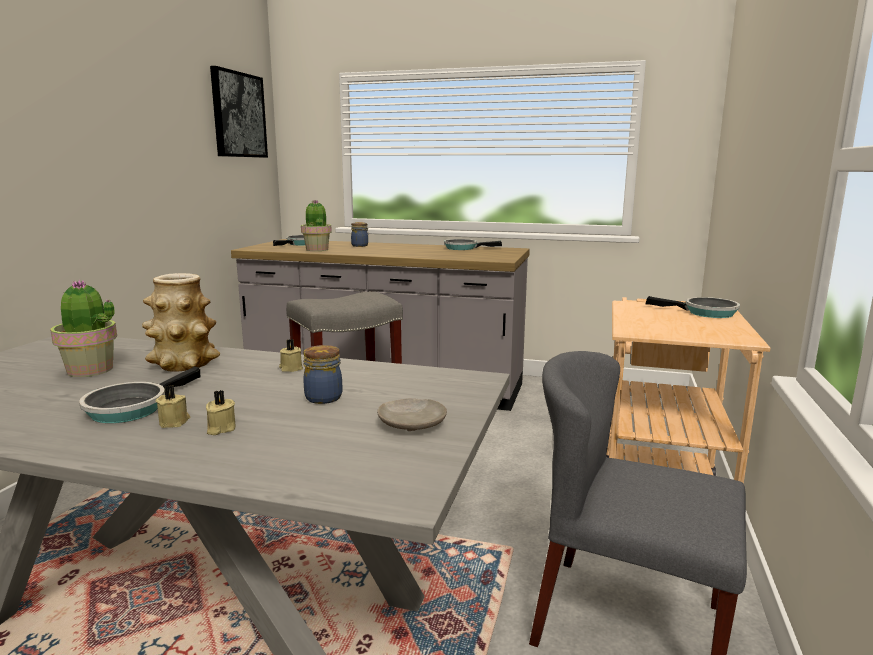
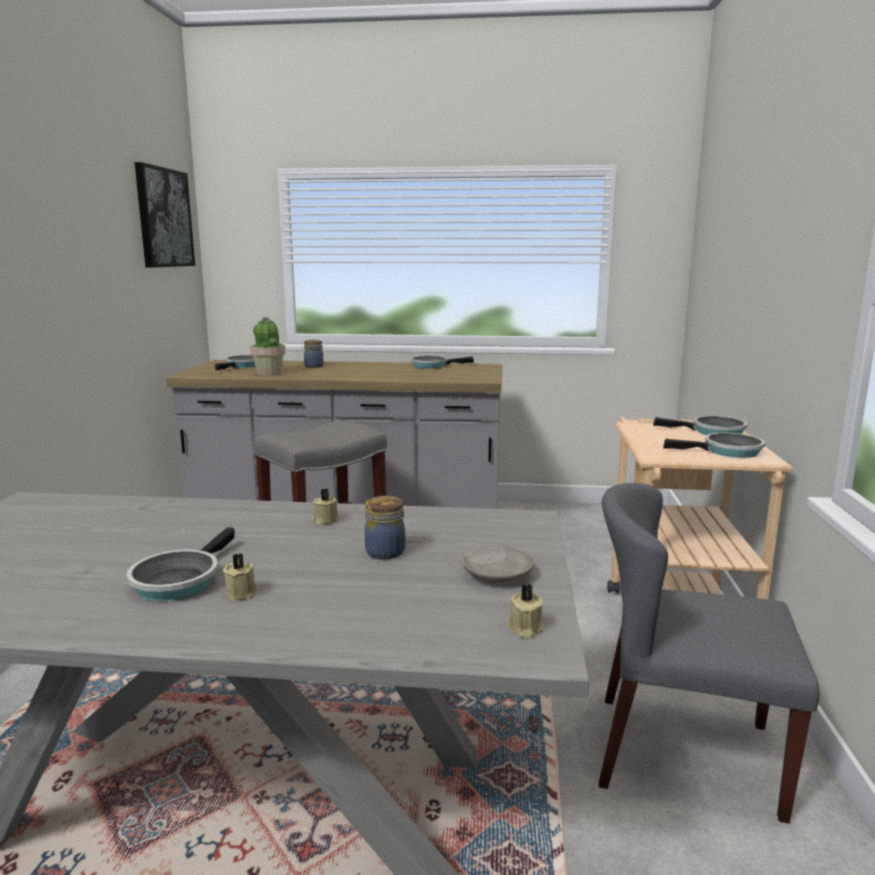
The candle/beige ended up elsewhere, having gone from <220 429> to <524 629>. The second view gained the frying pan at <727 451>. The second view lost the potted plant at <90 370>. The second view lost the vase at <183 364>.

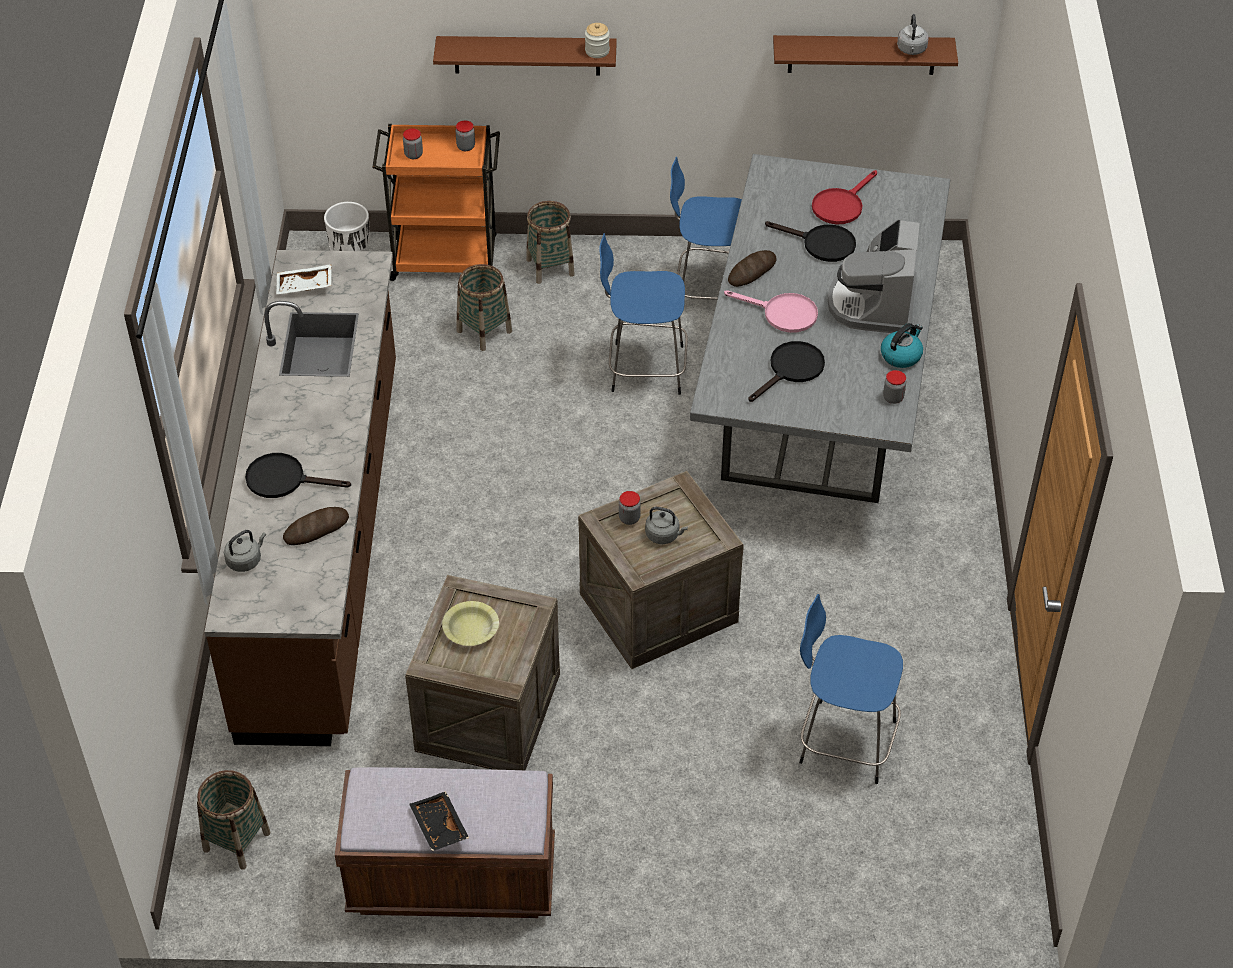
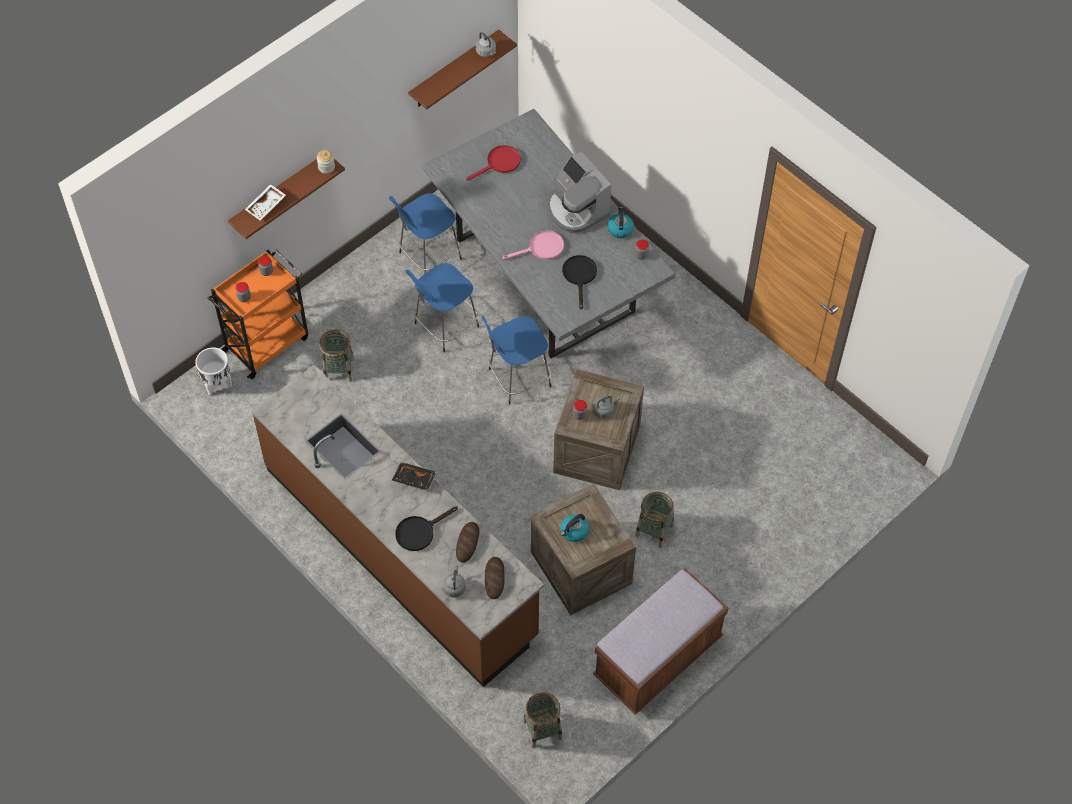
The tray/white ended up elsewhere, having gone from <304 286> to <266 206>. The tray/black ended up elsewhere, having gone from <438 827> to <414 479>. The frying pan/red at <841 205> ended up facing another way, 120 degrees counterclockwise from before. The stool/blue ended up elsewhere, having gone from <843 740> to <517 378>. The bread ended up elsewhere, having gone from <752 271> to <494 579>. Where the bowl/yellow stood at <471 630>, the kettle came to stand at <574 532>. The basket ended up elsewhere, having gone from <550 267> to <654 530>. The second view lost the frying pan/black at <821 244>.

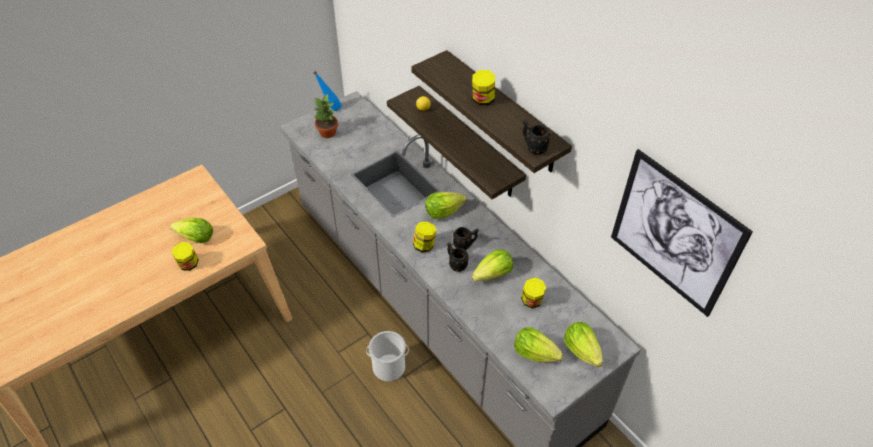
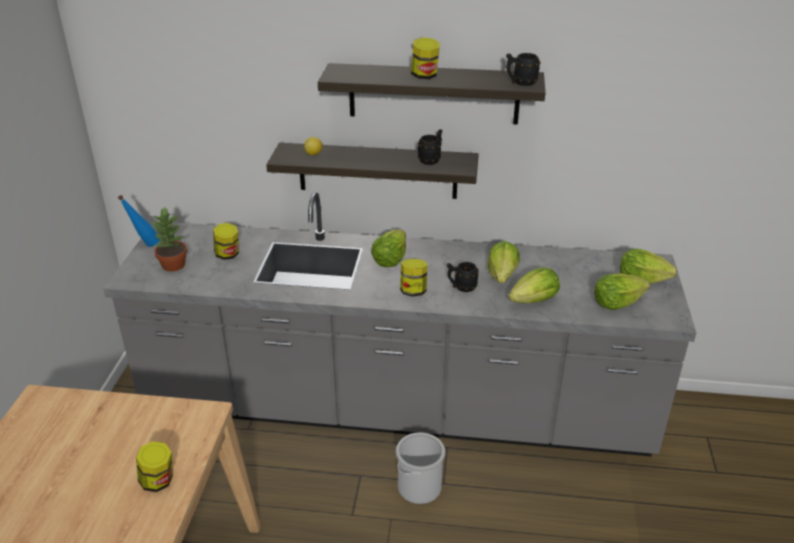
The jar ended up elsewhere, having gone from <531 301> to <228 255>. The mug/black ended up elsewhere, having gone from <465 245> to <431 160>. The lettuce ended up elsewhere, having gone from <196 238> to <534 301>. The second view lost the picture at <674 234>.

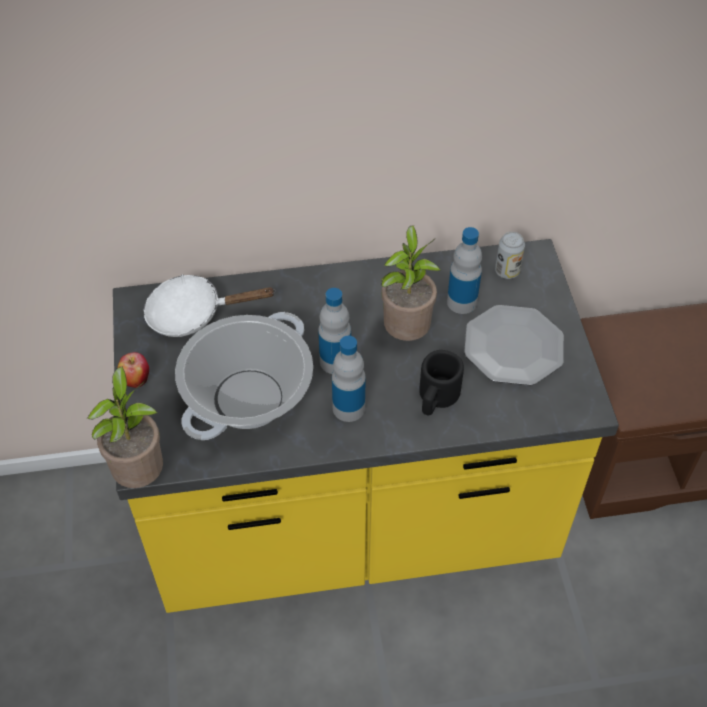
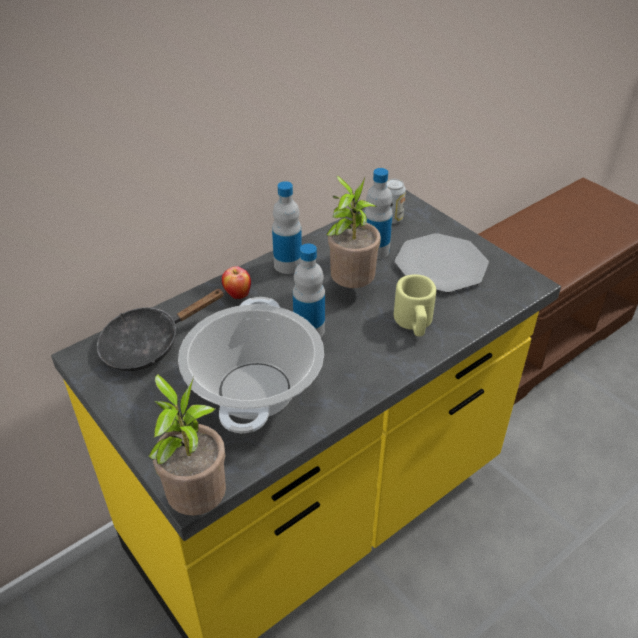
What was the frying pan/white at <193 313> turned into the frying pan/black at <149 344>. The apple ended up elsewhere, having gone from <136 380> to <237 295>. The bottle ended up elsewhere, having gone from <348 408> to <288 265>. What was the mug/black at <436 397> turned into the mug/beige at <414 322>.

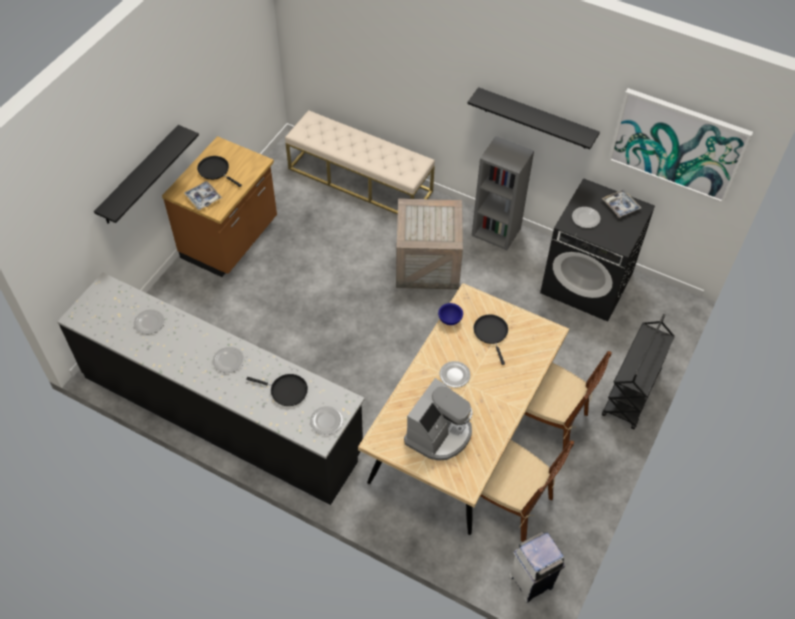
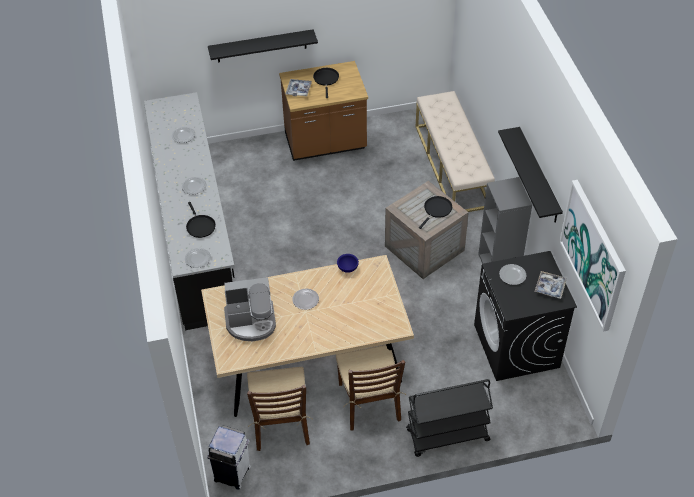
The frying pan/black ended up elsewhere, having gone from <491 333> to <436 210>.

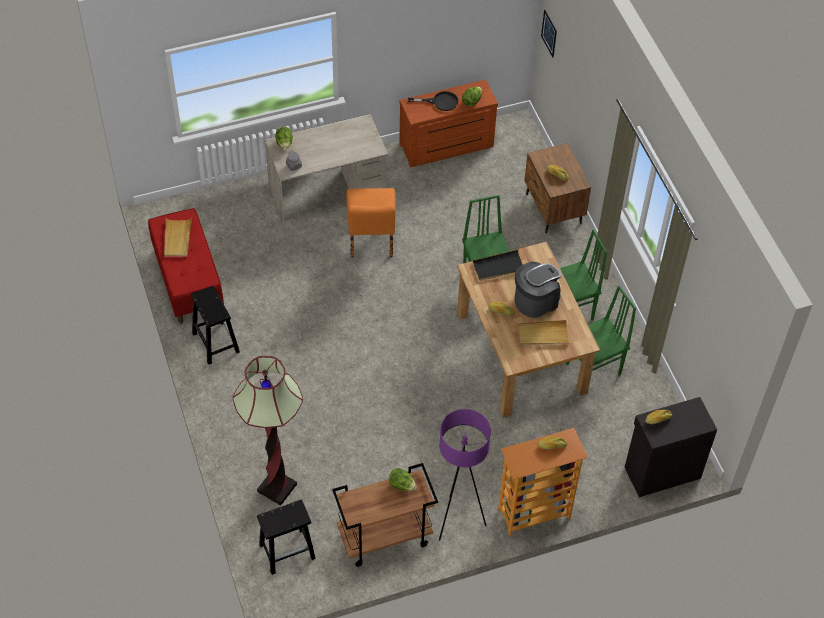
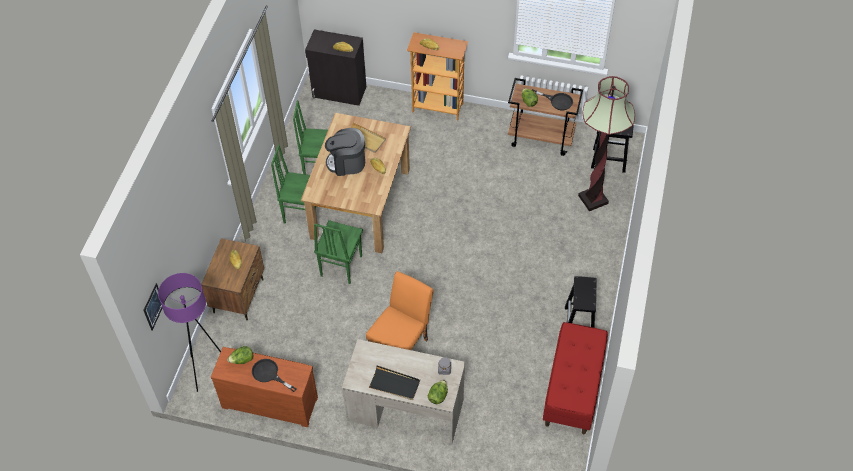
The floor lamp/purple ended up elsewhere, having gone from <457 521> to <207 371>. The tray/black ended up elsewhere, having gone from <498 267> to <394 384>. The second view gained the frying pan/black at <557 101>. The second view lost the tray/beige at <177 239>.

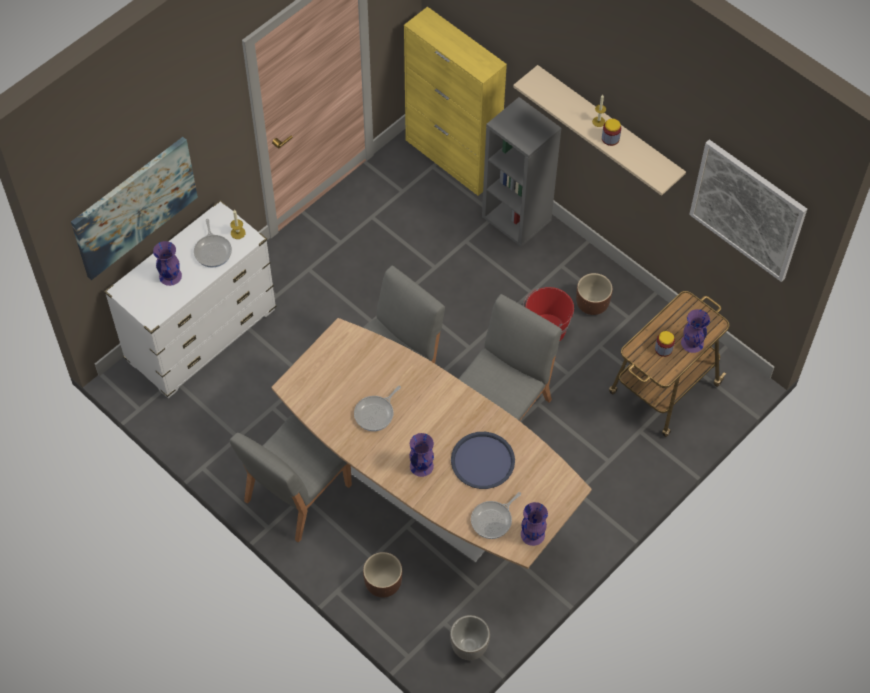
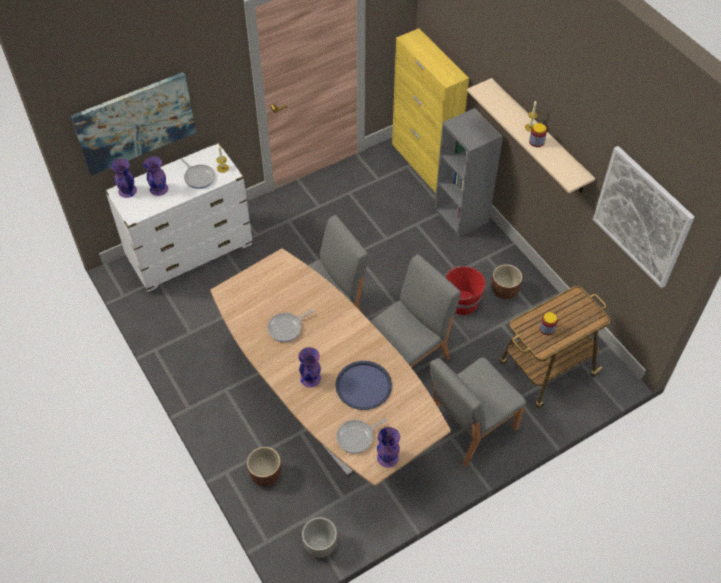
The vase/purple ended up elsewhere, having gone from <692 343> to <127 191>. The frying pan at <213 251> ended up facing another way, 45 degrees counterclockwise from before. The chair/grey ended up elsewhere, having gone from <296 493> to <470 425>.

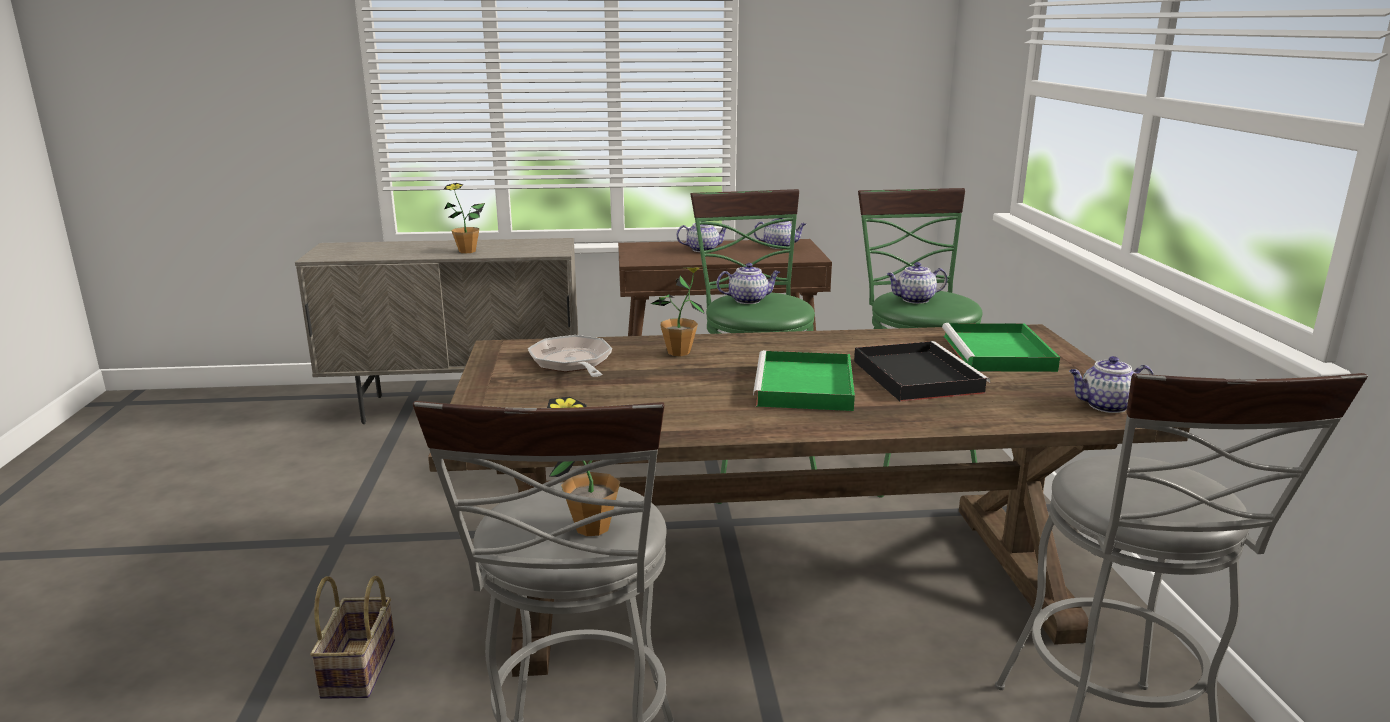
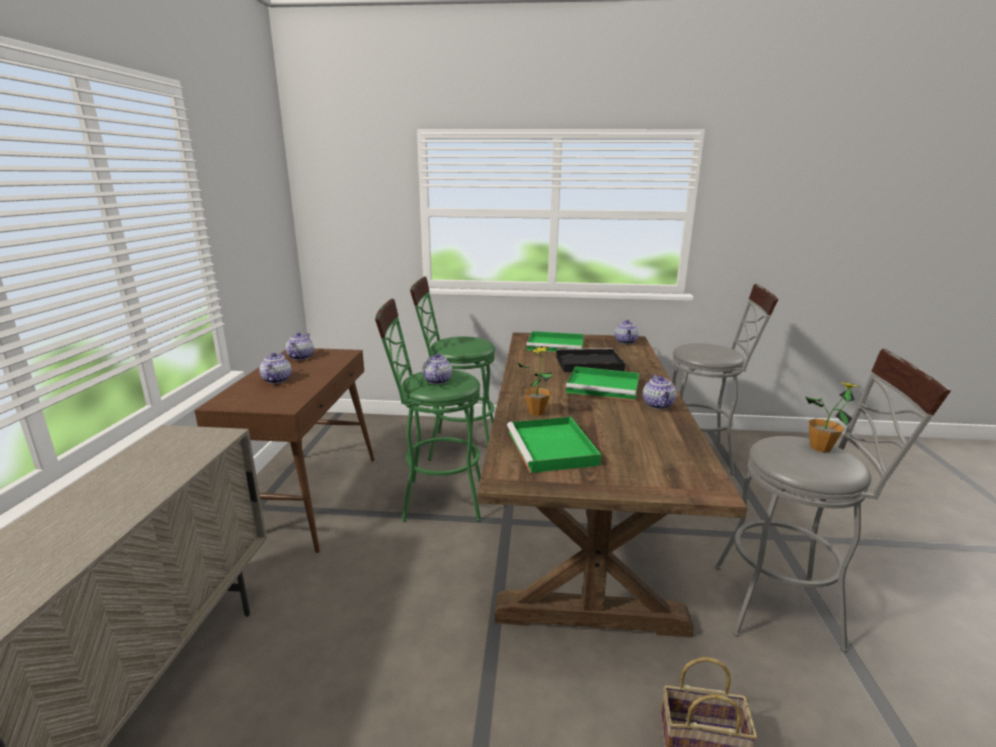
Where the frying pan stood at <572 363>, the tray/green came to stand at <553 448>. The teapot ended up elsewhere, having gone from <914 300> to <658 405>. The second view lost the potted plant at <467 251>.

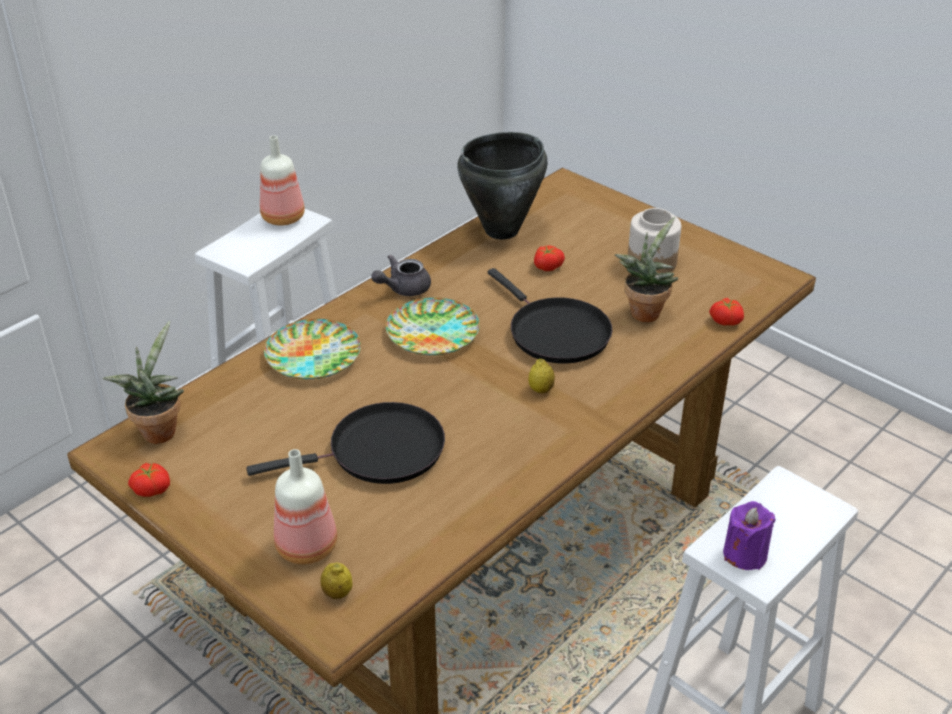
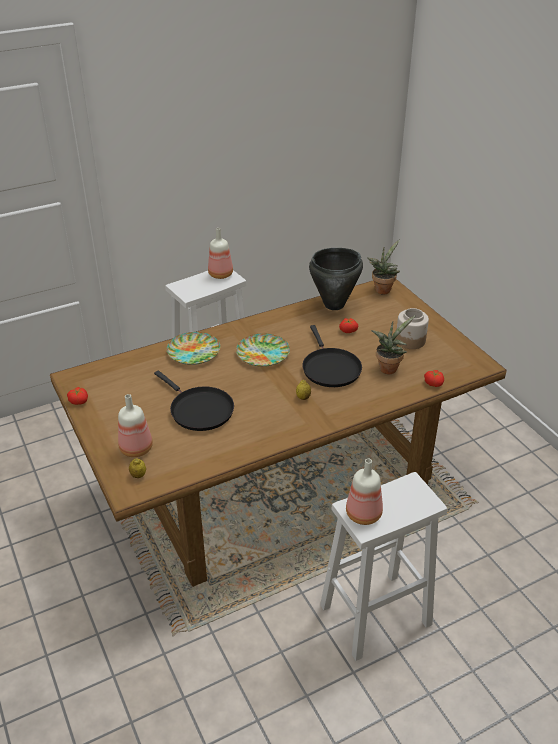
The frying pan/black at <379 452> ended up facing another way, 45 degrees clockwise from before. Where the candle/purple stood at <745 554>, the bottle came to stand at <364 514>. The potted plant ended up elsewhere, having gone from <158 429> to <382 289>. The second view lost the teapot/grey at <403 288>.

